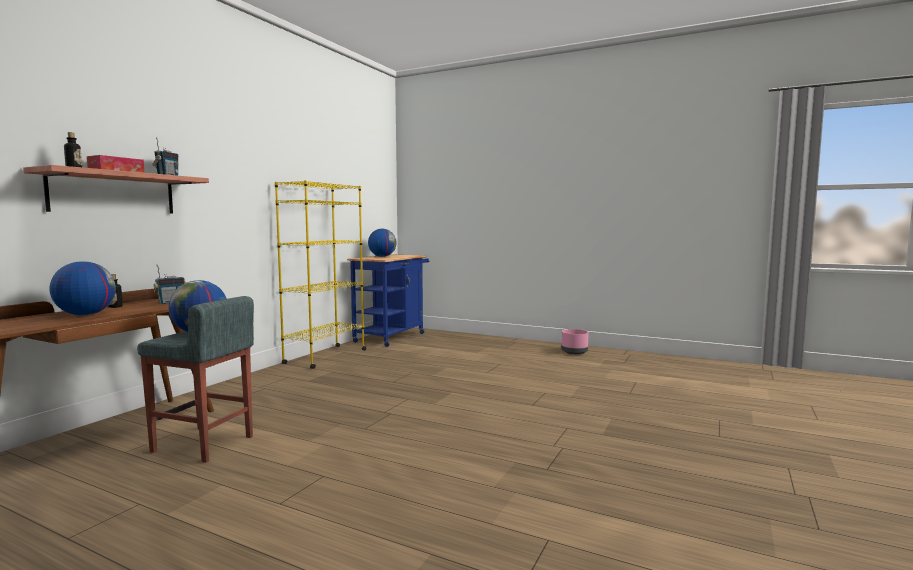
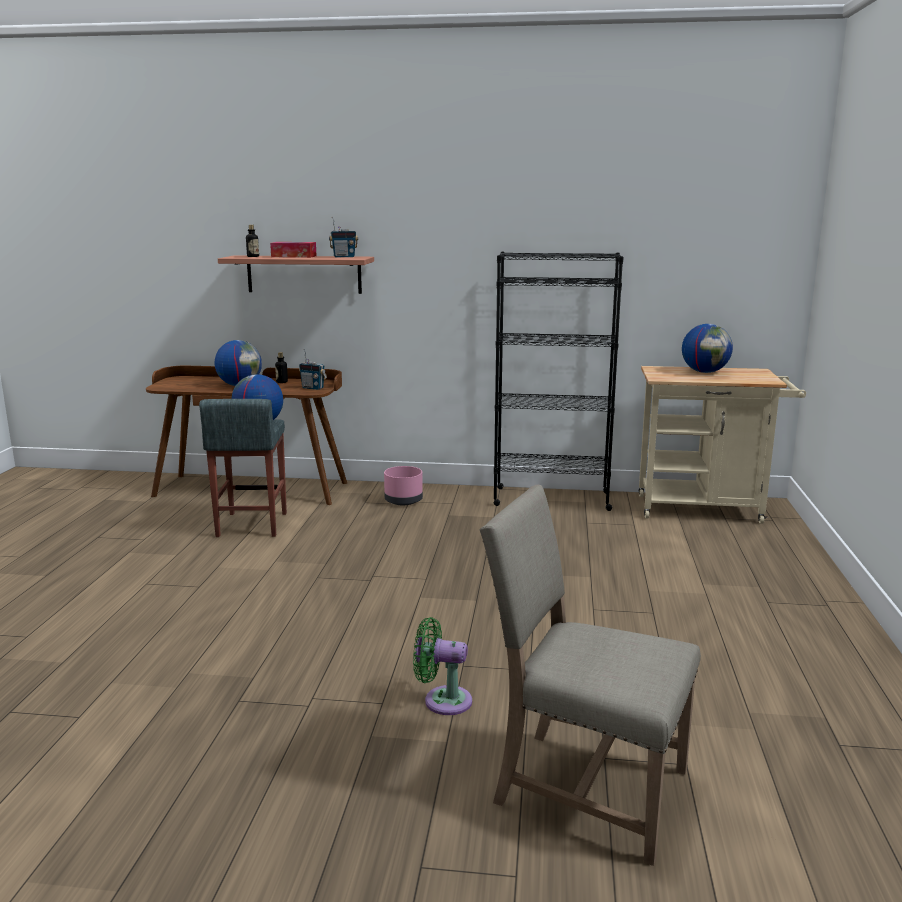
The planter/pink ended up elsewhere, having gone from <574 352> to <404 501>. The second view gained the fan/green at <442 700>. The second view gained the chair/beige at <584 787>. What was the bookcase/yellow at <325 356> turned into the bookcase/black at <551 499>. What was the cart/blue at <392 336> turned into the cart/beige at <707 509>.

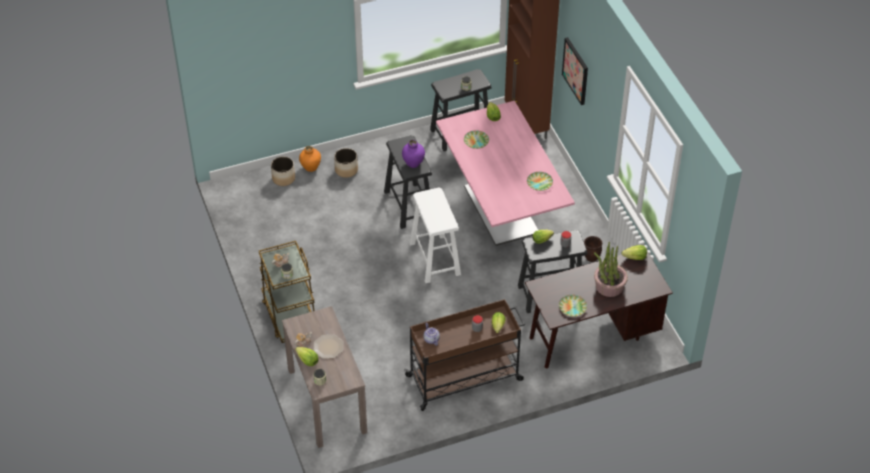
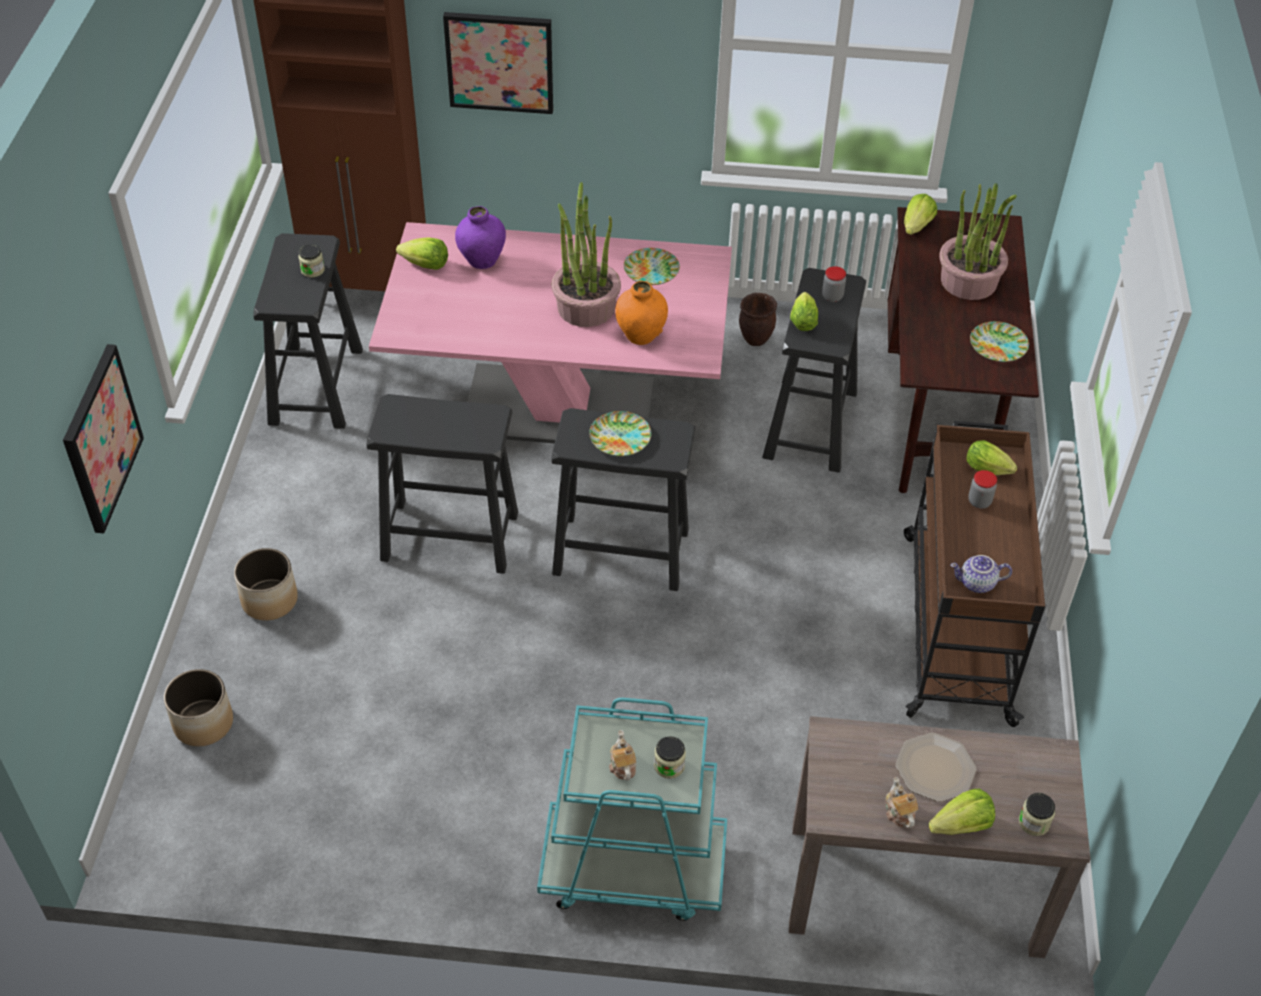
The second view gained the picture at <101 438>. The vase/purple ended up elsewhere, having gone from <413 163> to <482 261>. What was the cart/brown at <290 316> turned into the cart/turquoise at <632 868>. What was the stool/white at <435 258> turned into the stool/black at <620 551>. The second view gained the potted plant at <586 307>. The plate ended up elsewhere, having gone from <476 141> to <620 437>. The vase/orange ended up elsewhere, having gone from <310 167> to <640 336>.

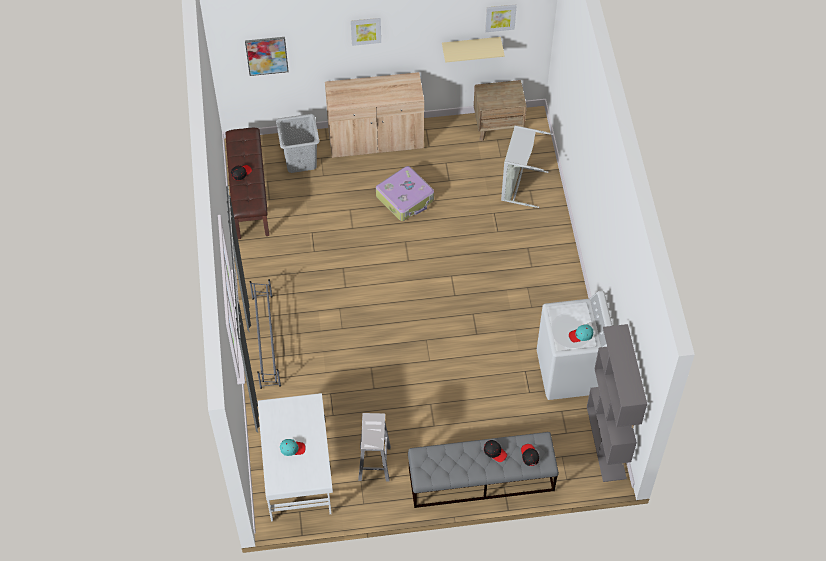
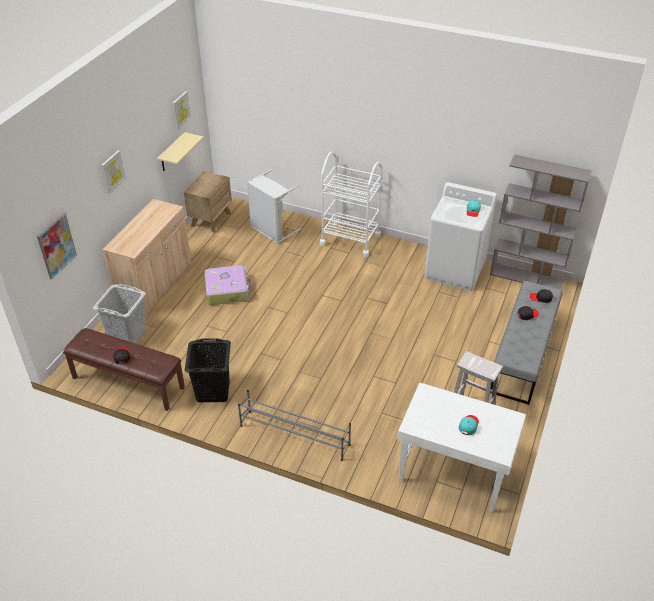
The second view gained the laundry basket/black at <213 390>. The second view gained the cart/white at <350 240>.

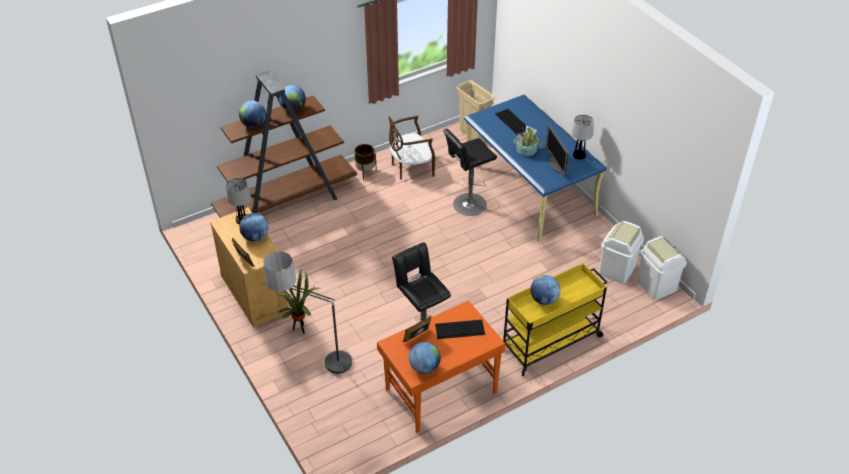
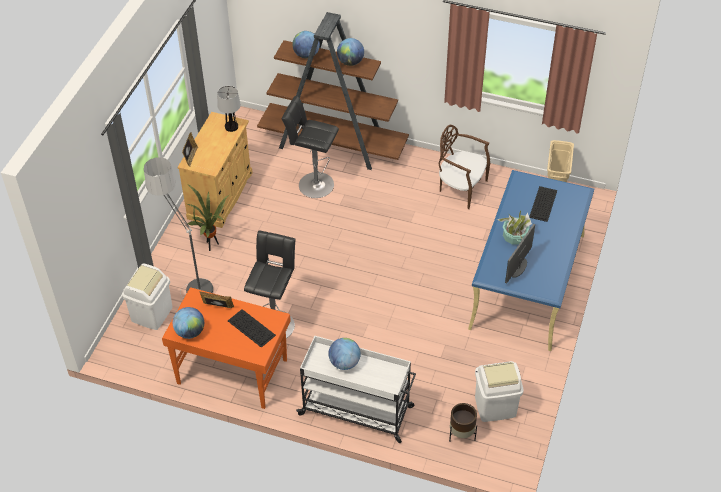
The trash can/white ended up elsewhere, having gone from <656 285> to <151 314>. The stool/black ended up elsewhere, having gone from <467 205> to <313 184>. What was the cart/yellow at <551 341> turned into the cart/white at <357 411>. The planter/brown ended up elsewhere, having gone from <365 173> to <461 434>. The second view lost the globe at <255 237>. The second view lost the table lamp at <578 155>.

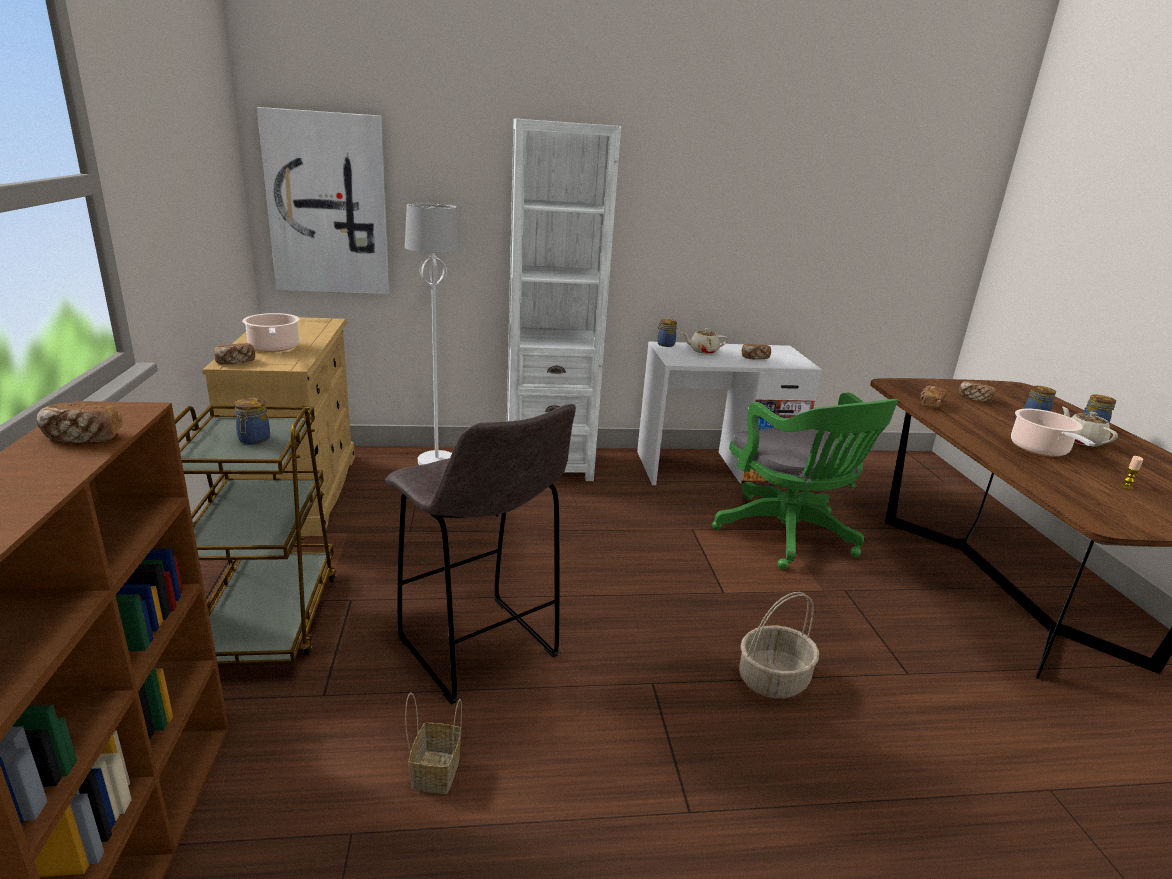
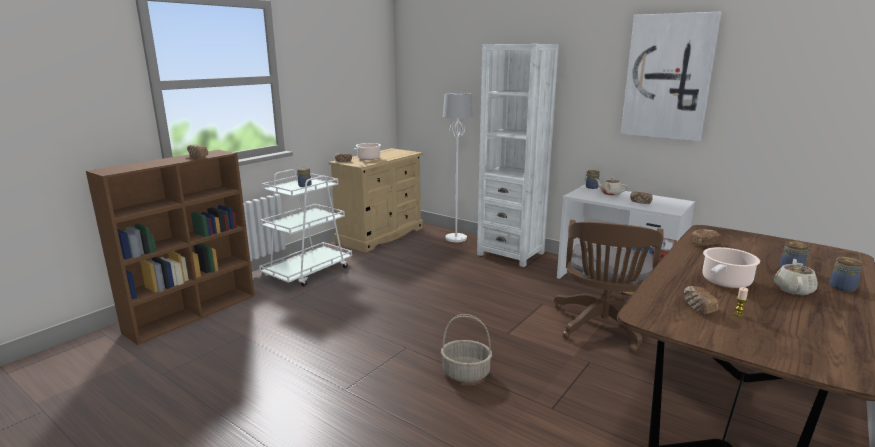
What was the cart/brown at <268 619> turned into the cart/white at <308 271>. What was the office chair/green at <789 536> turned into the office chair/brown at <603 327>. The picture ended up elsewhere, having gone from <328 205> to <668 77>. The bread ended up elsewhere, having gone from <974 399> to <697 308>. The second view lost the stool/grey at <480 650>. The second view lost the basket at <435 770>.

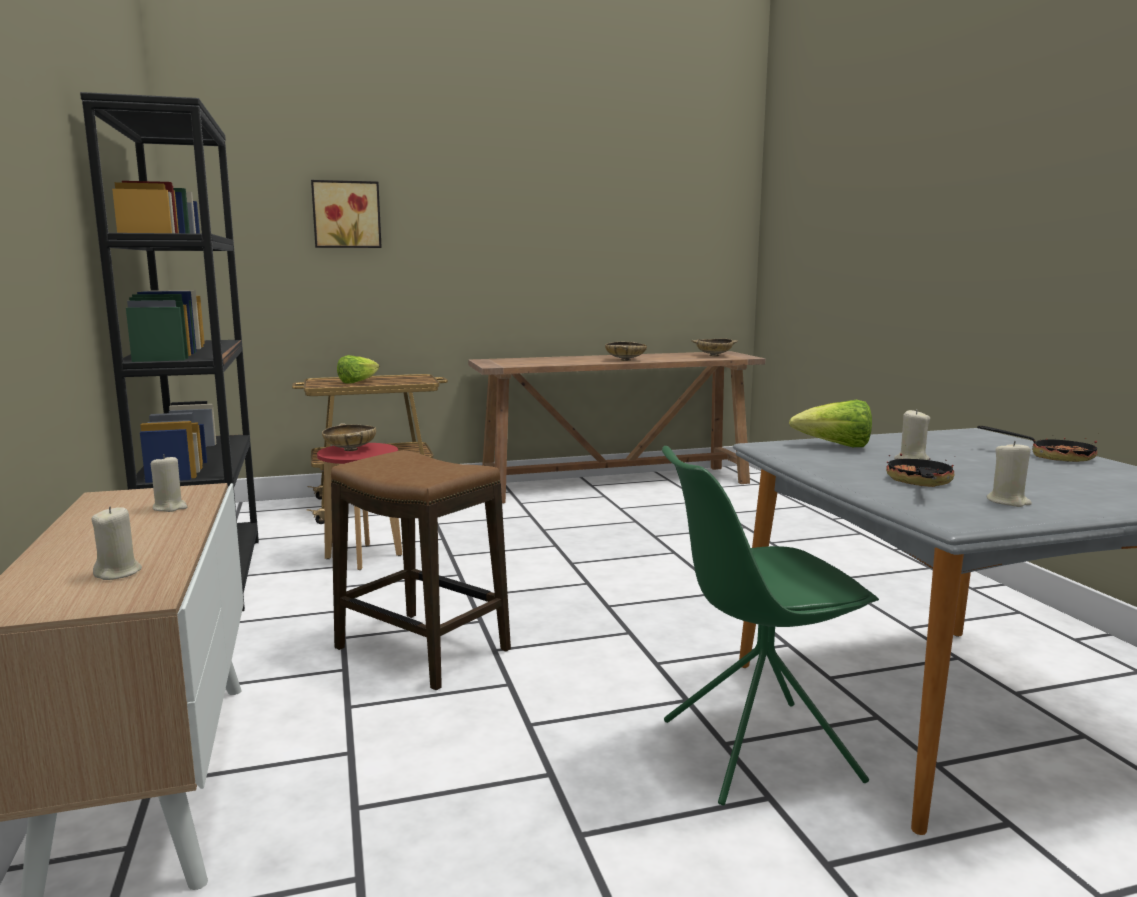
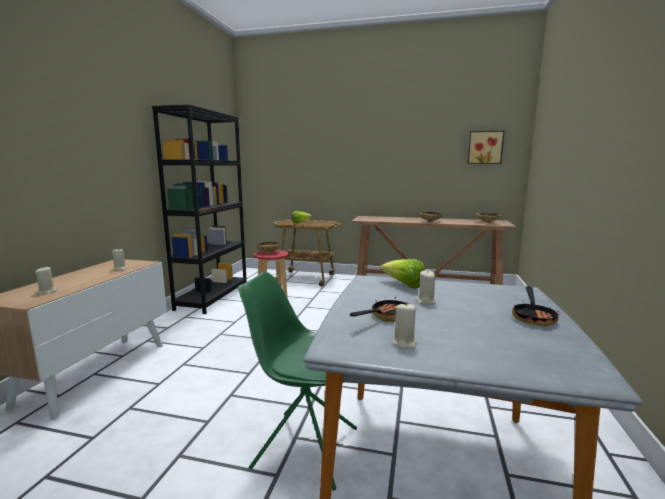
The picture ended up elsewhere, having gone from <346 214> to <485 147>. The frying pan at <1051 456> ended up facing another way, 45 degrees clockwise from before. The second view lost the stool at <423 650>.

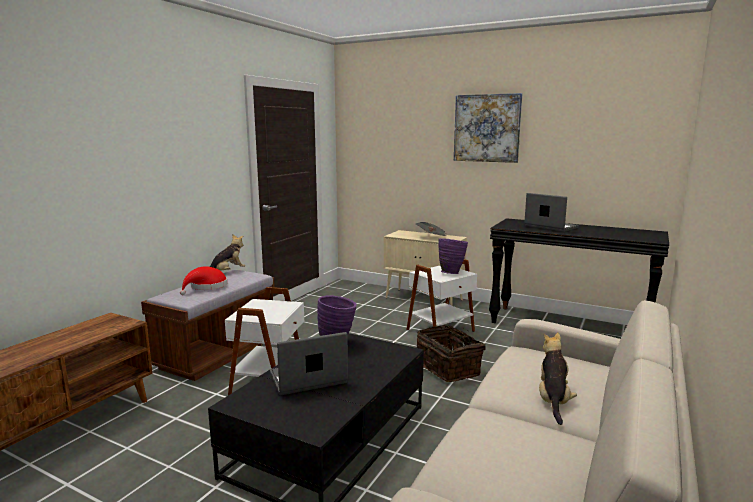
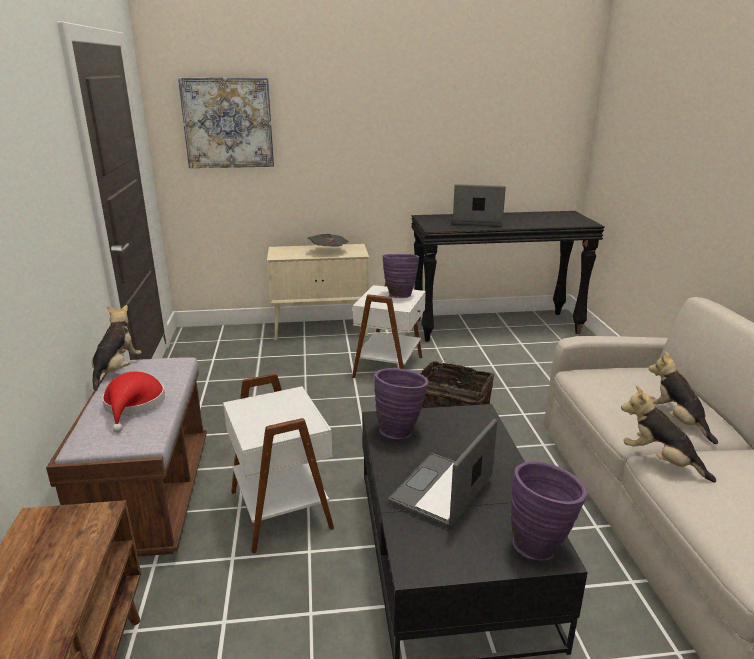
The picture ended up elsewhere, having gone from <487 128> to <228 123>. The second view gained the vase/purple at <540 545>. The second view gained the plush toy at <660 461>.

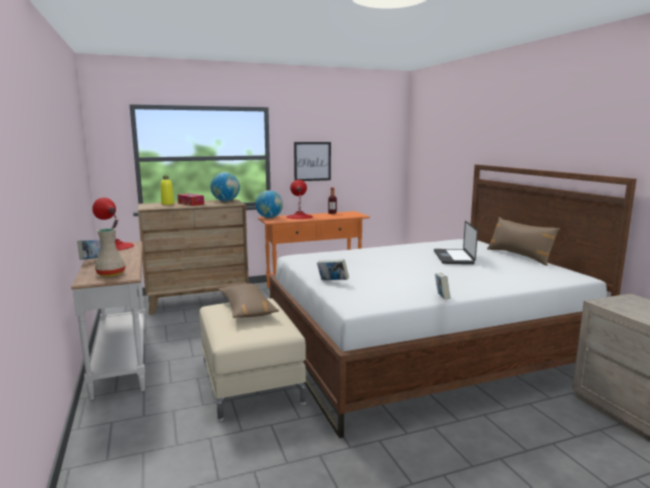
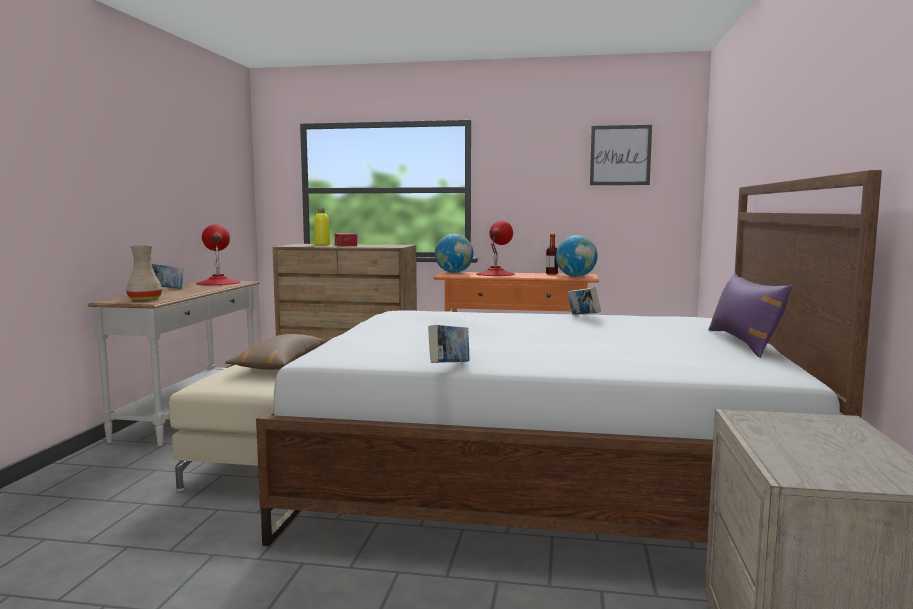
The globe ended up elsewhere, having gone from <226 201> to <576 276>. The book ended up elsewhere, having gone from <332 282> to <583 316>. The picture ended up elsewhere, having gone from <312 161> to <620 155>. What was the pillow/brown at <519 256> turned into the pillow/purple at <744 343>. The second view lost the laptop at <453 257>.

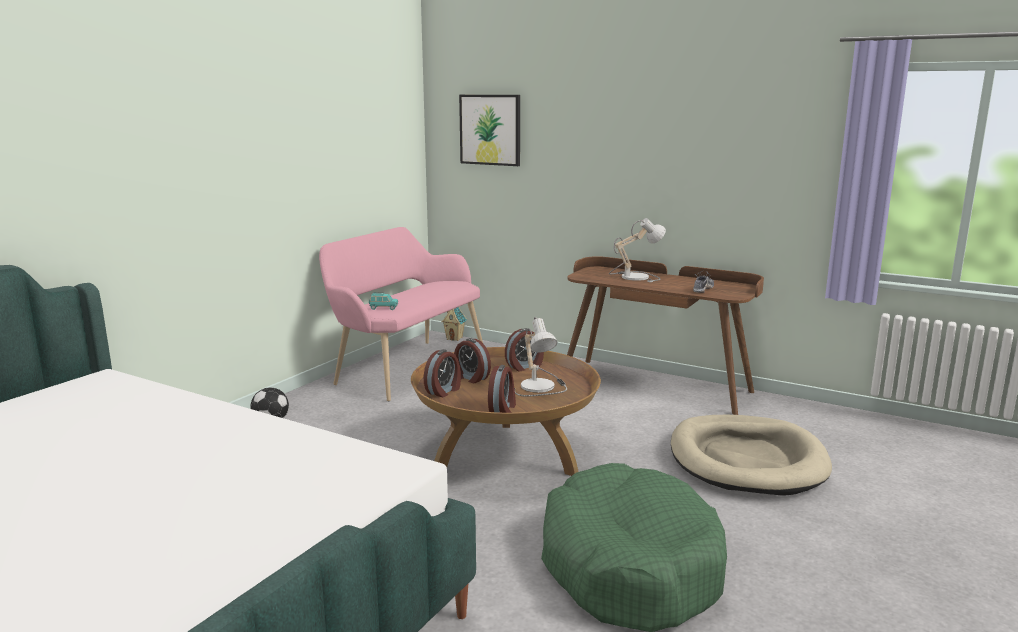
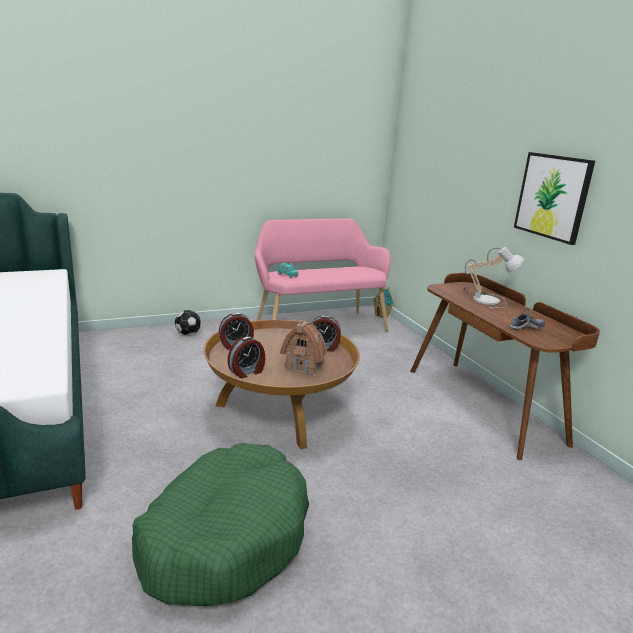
Where the table lamp stood at <541 386>, the toy house came to stand at <304 366>. The picture ended up elsewhere, having gone from <490 129> to <552 196>. The second view lost the alarm clock at <470 378>. The second view lost the dog bed/beige at <746 460>.

